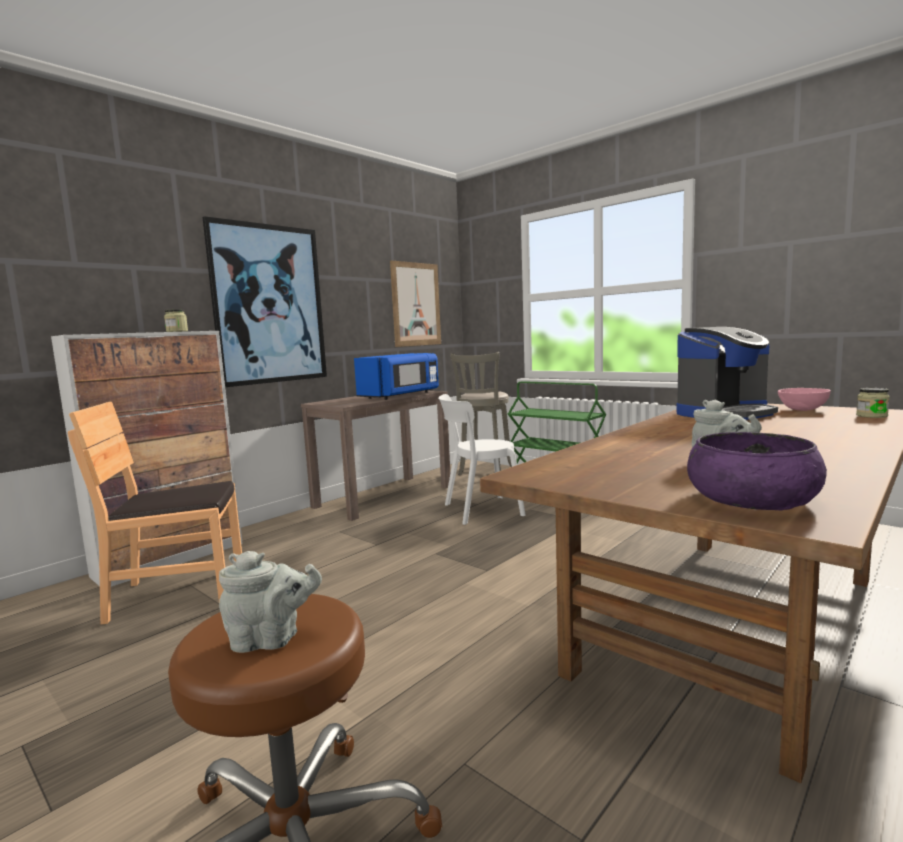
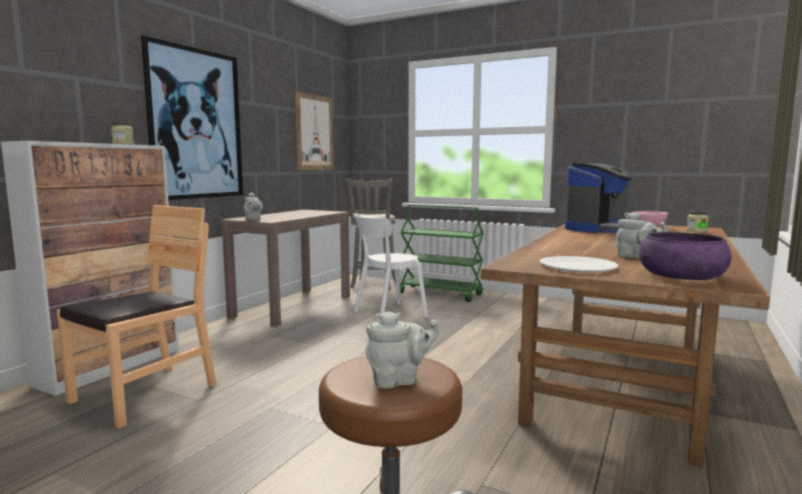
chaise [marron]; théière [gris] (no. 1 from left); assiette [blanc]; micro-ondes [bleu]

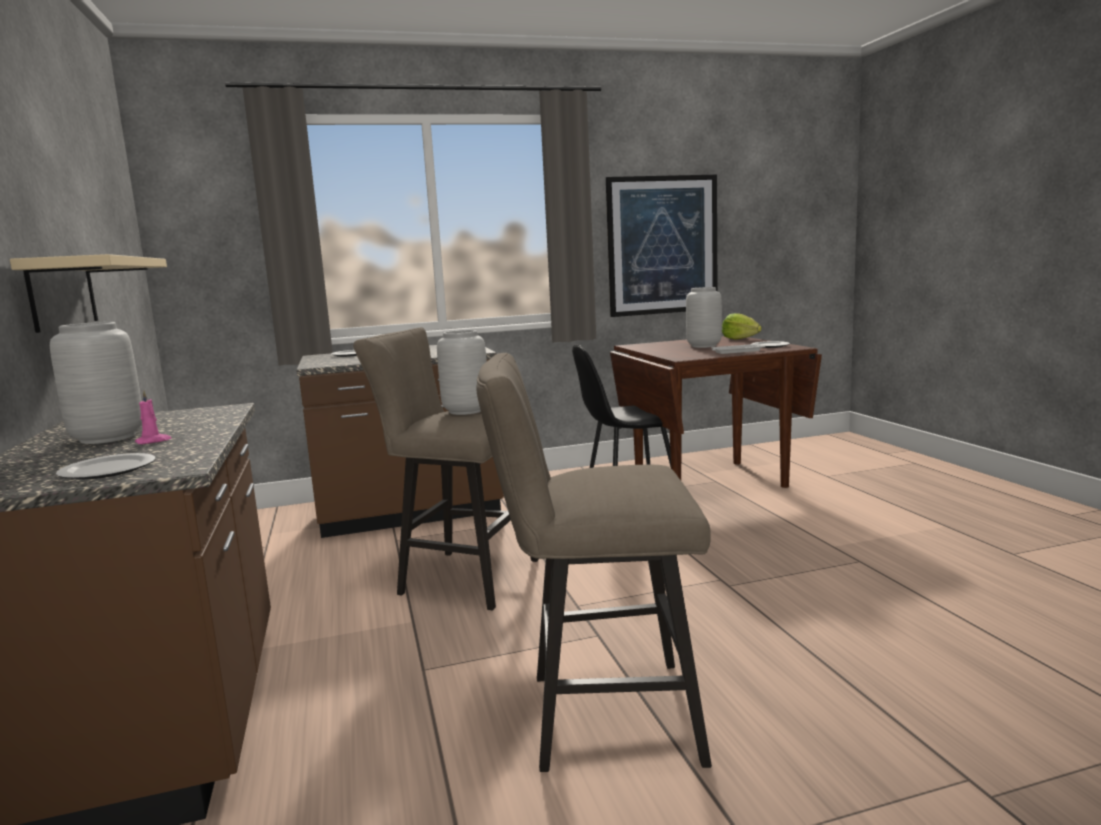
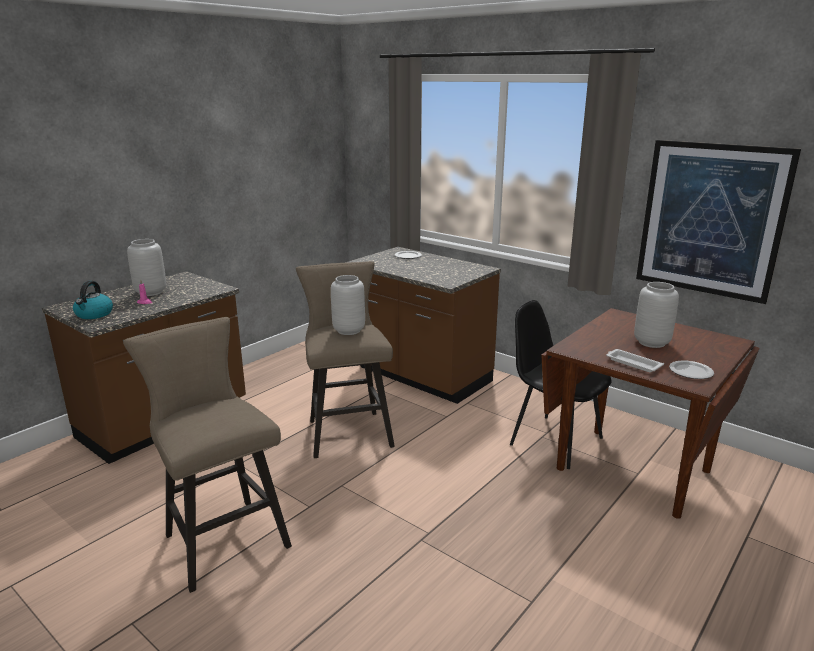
bouilloire; étagère [beige]; laitue

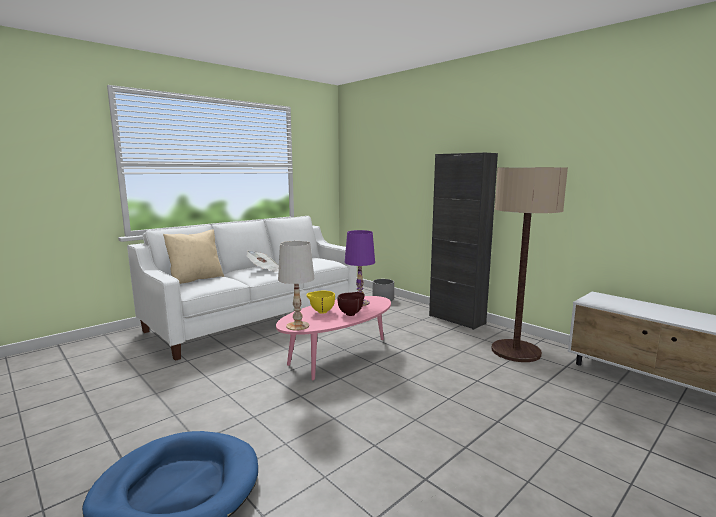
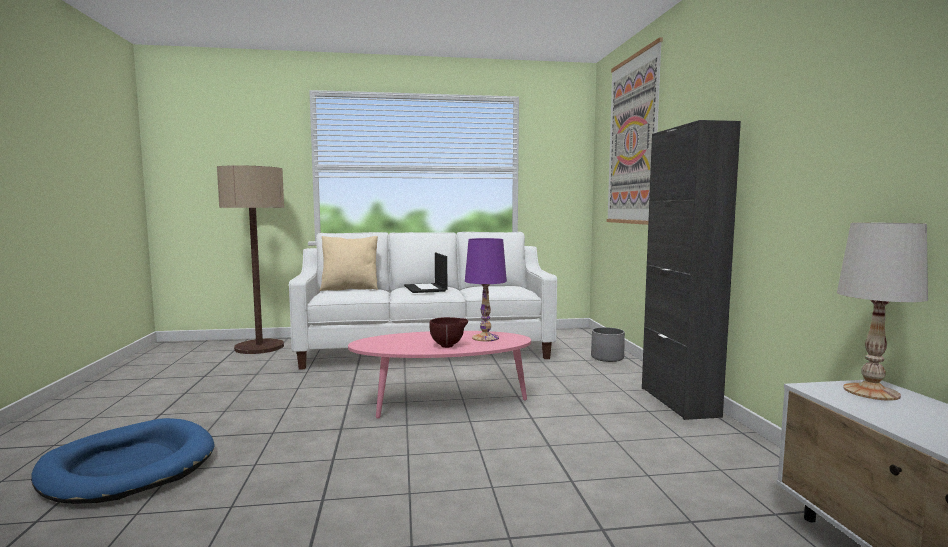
lampadaire; ordinateur portable; tableau; lampe de table [blanc]; bol [jaune]

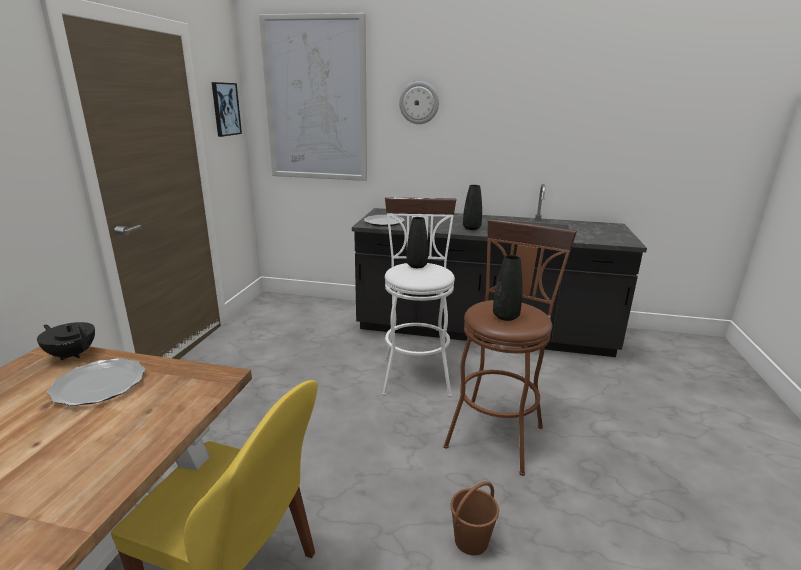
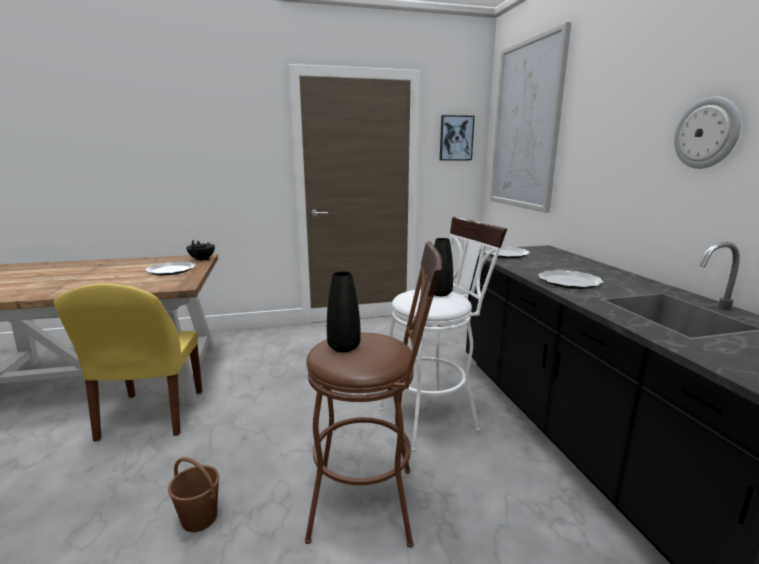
assiette (no. 3 from left); horloge murale

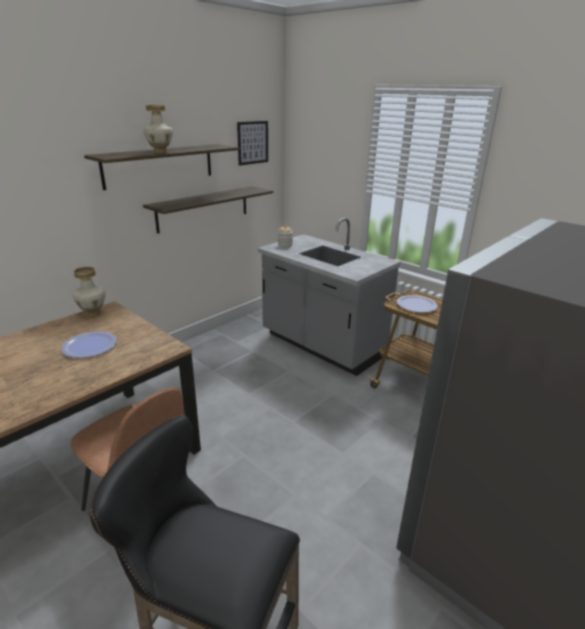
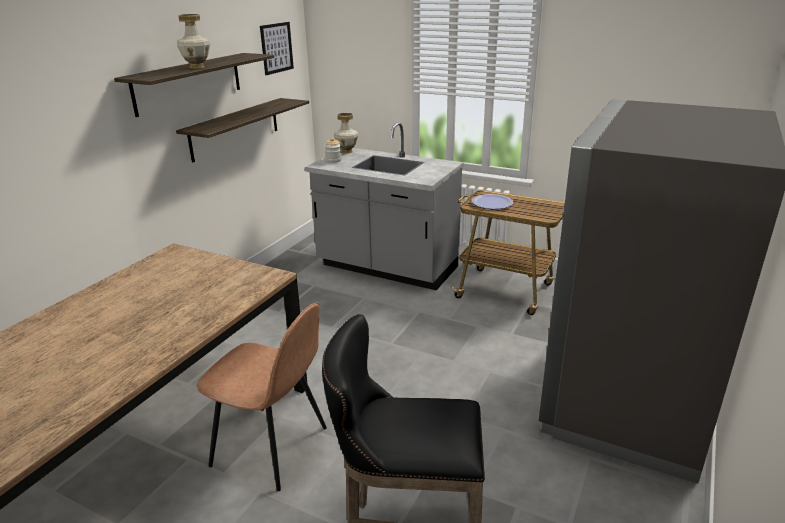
vase (no. 2 from left); assiette (no. 1 from left in the first image)

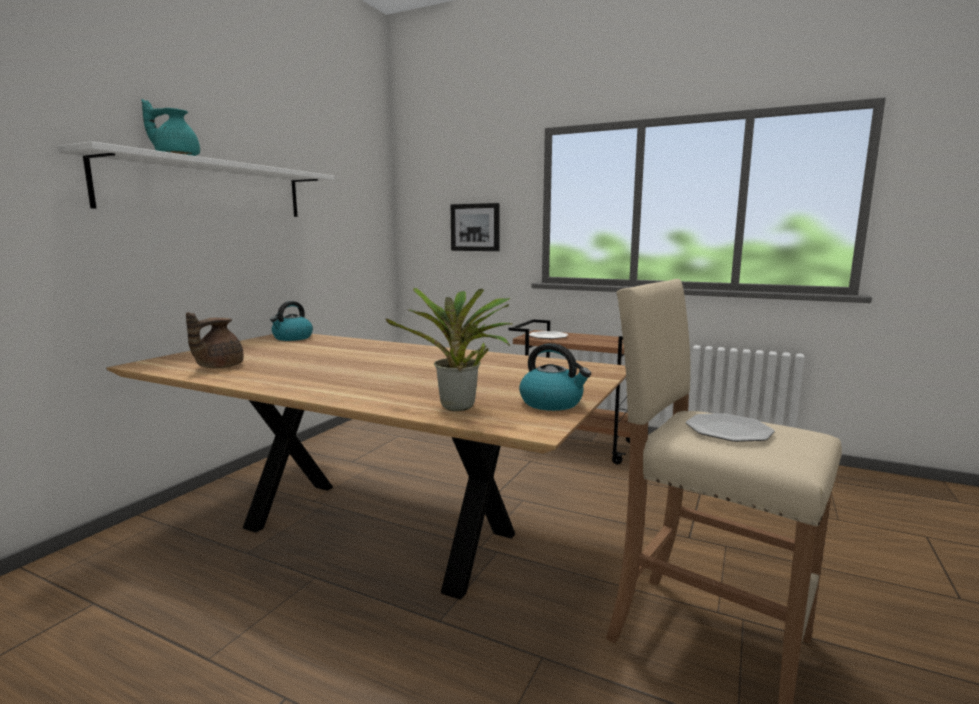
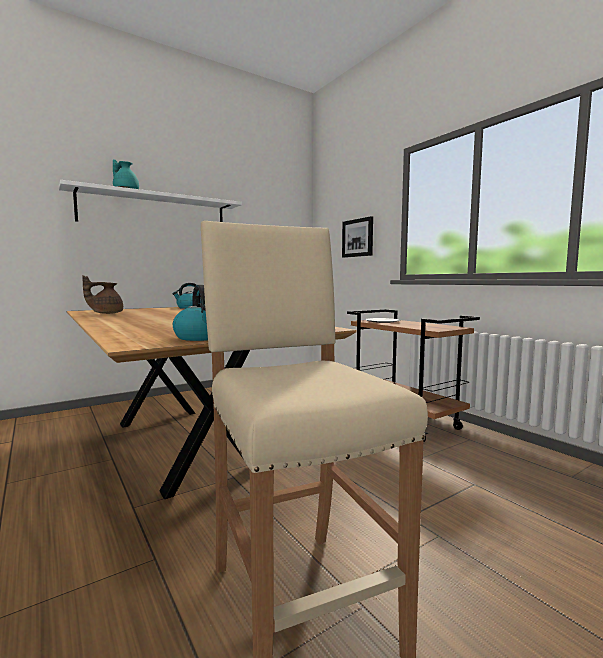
plante en pot; assiette (no. 2 from left in the first image)

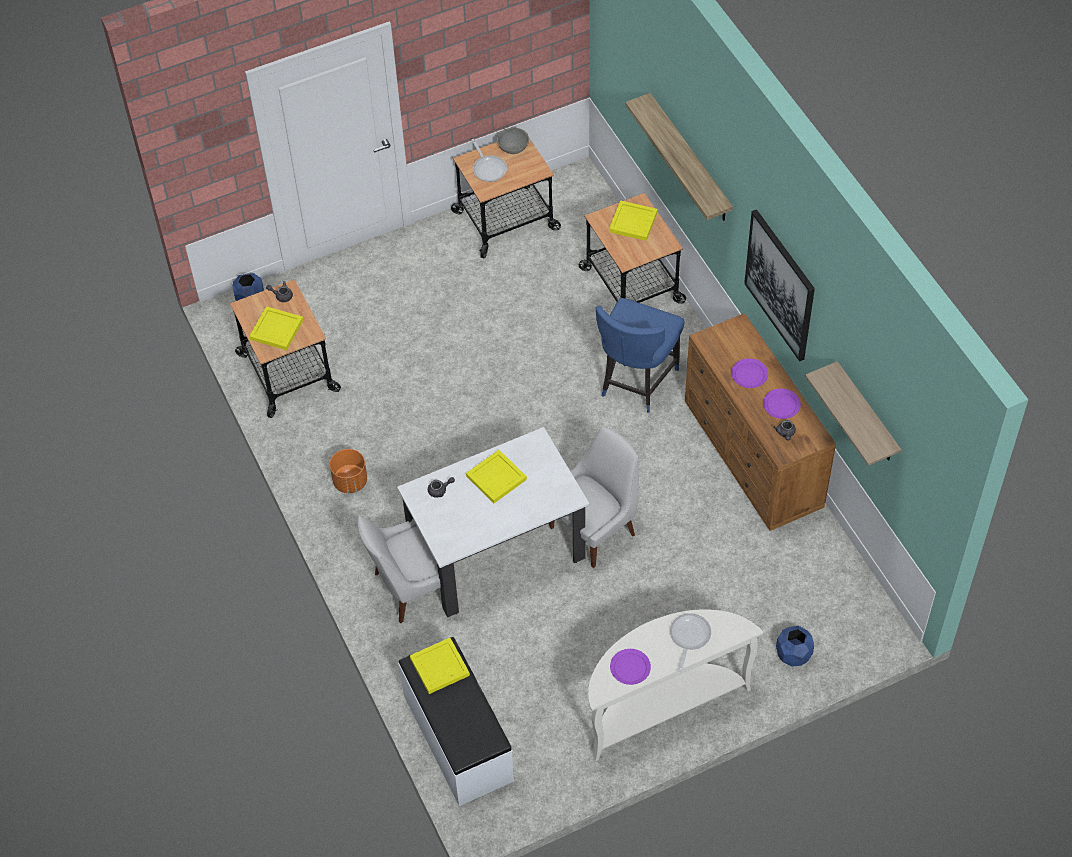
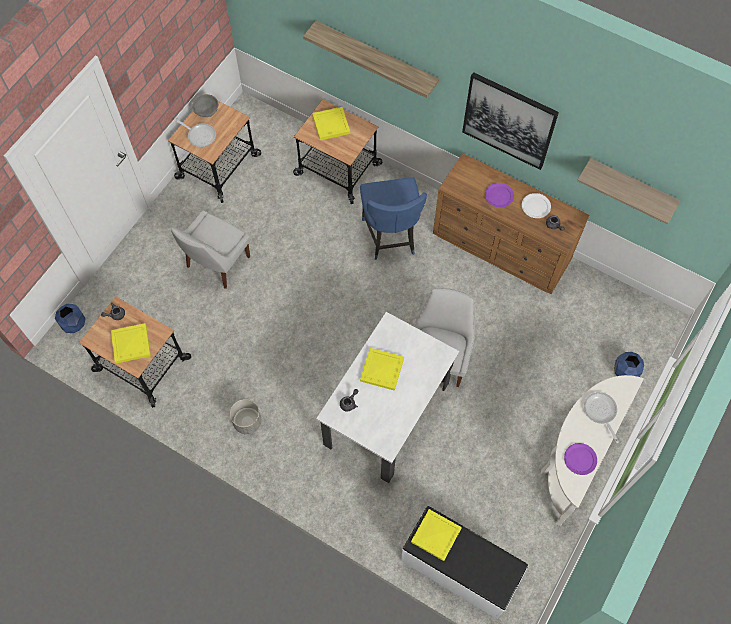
chaise [blanc] (no. 1 from left); cache-pot [gris]; assiette [blanc]

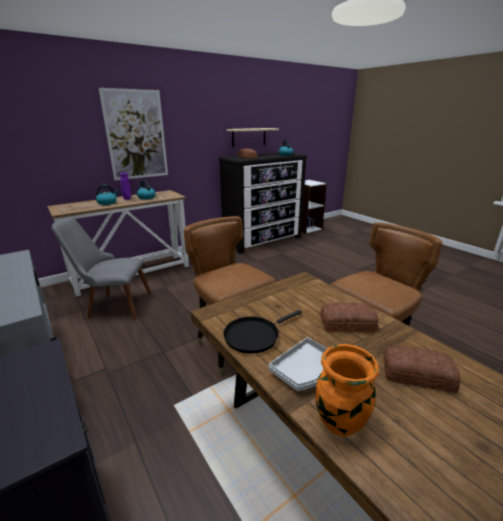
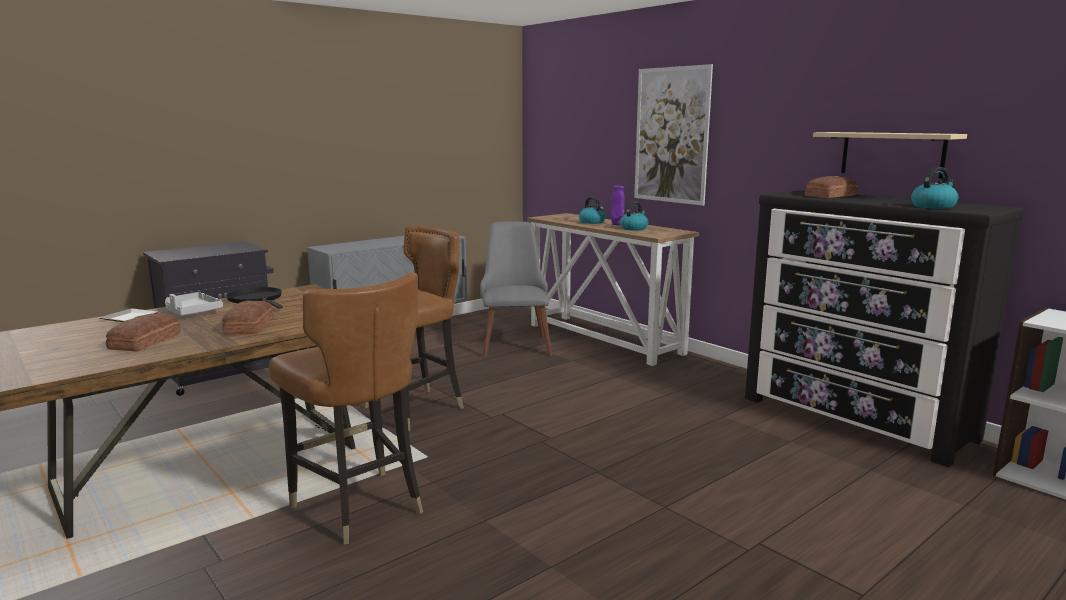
assiette

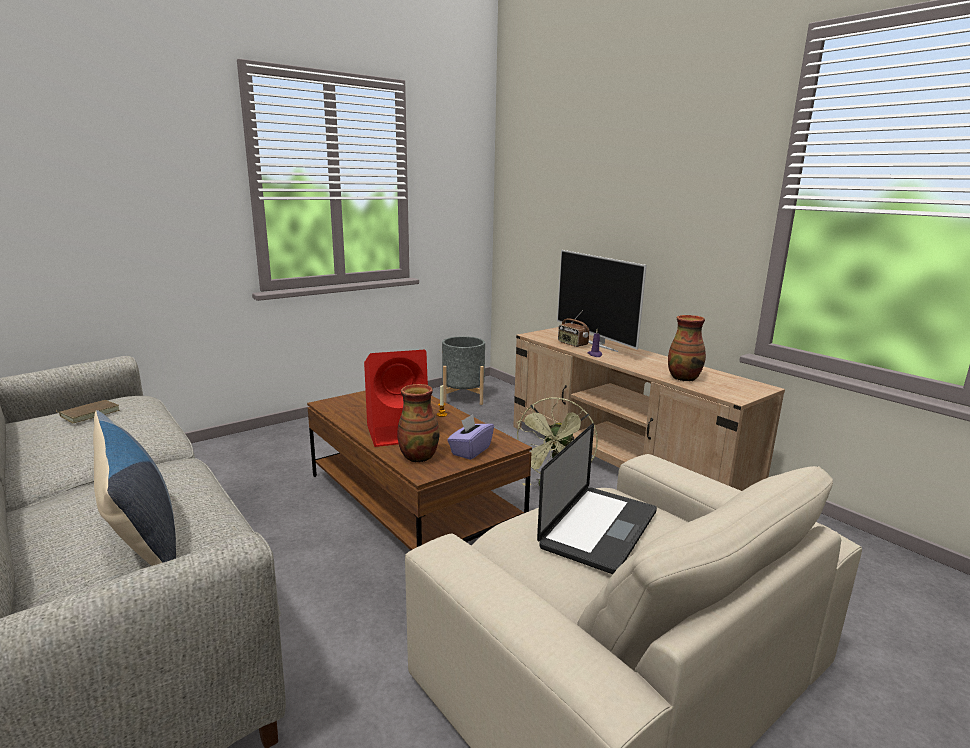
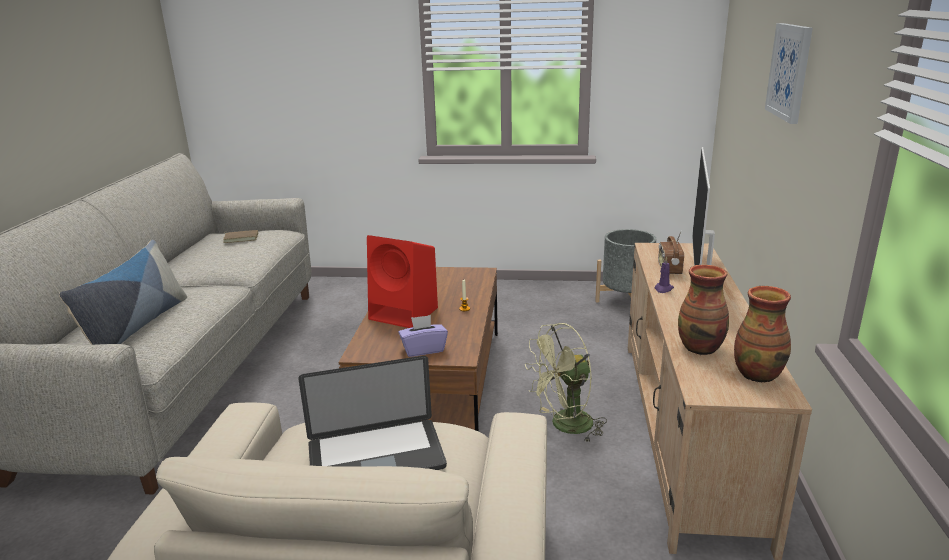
vase (no. 2 from left); tableau

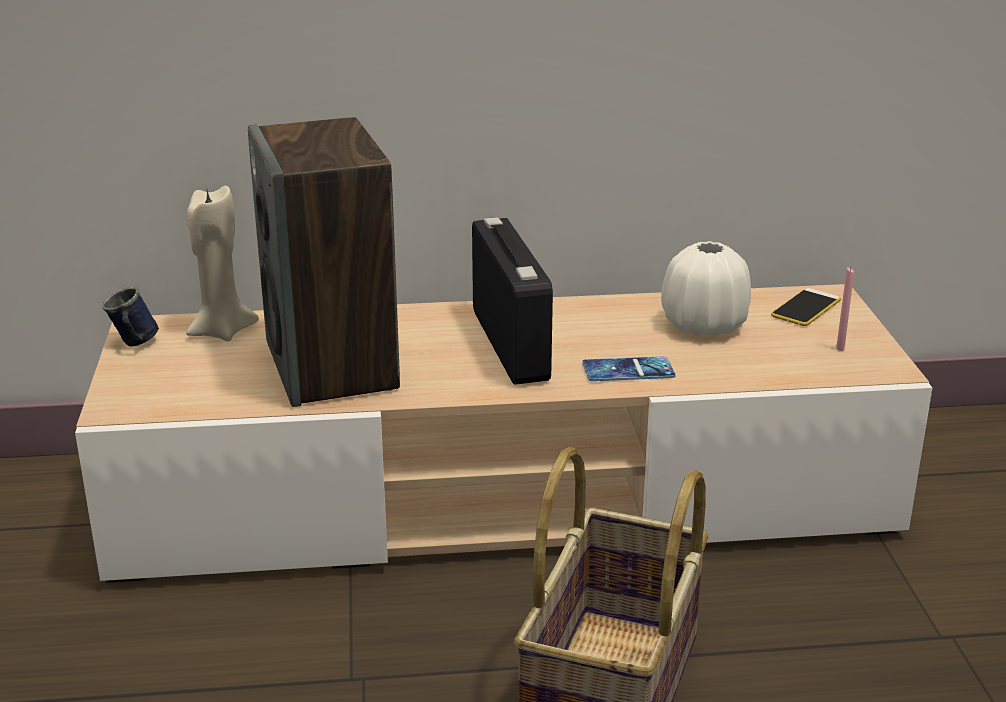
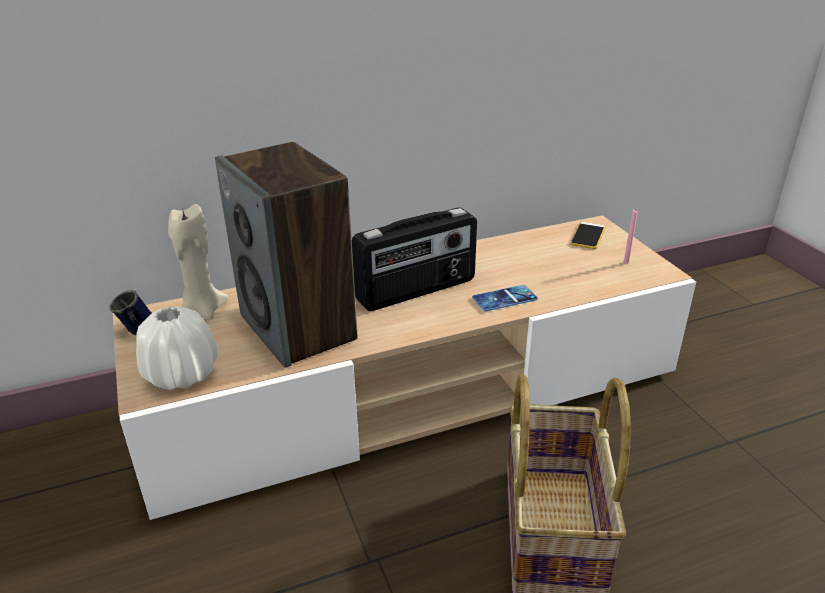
vase [blanc]; radio

